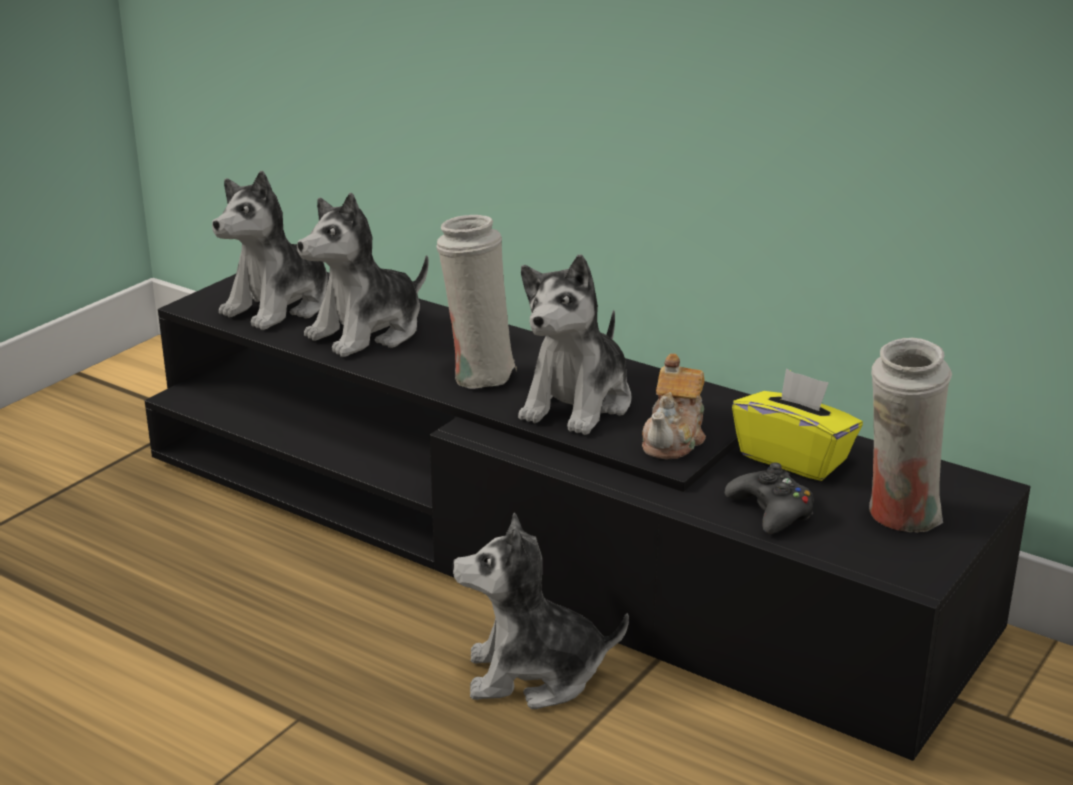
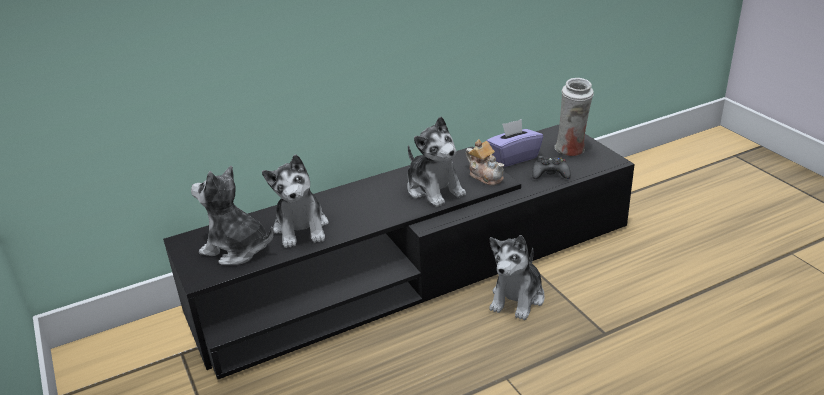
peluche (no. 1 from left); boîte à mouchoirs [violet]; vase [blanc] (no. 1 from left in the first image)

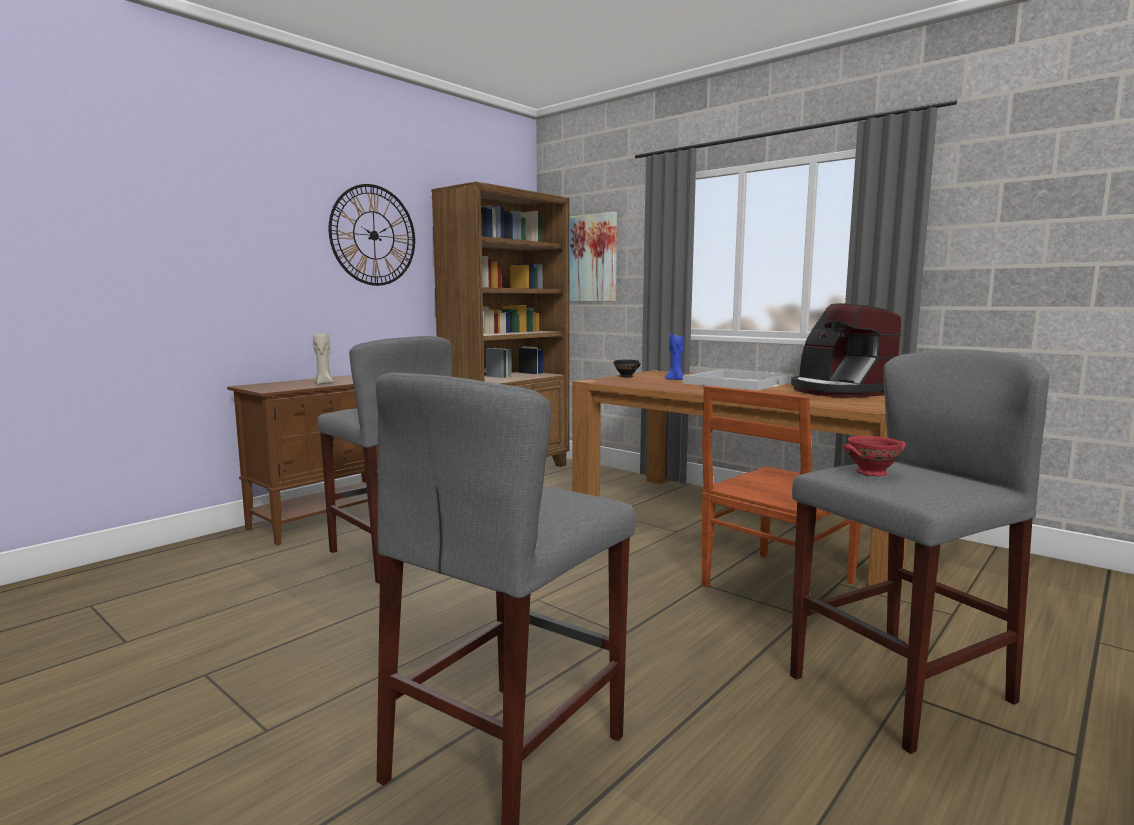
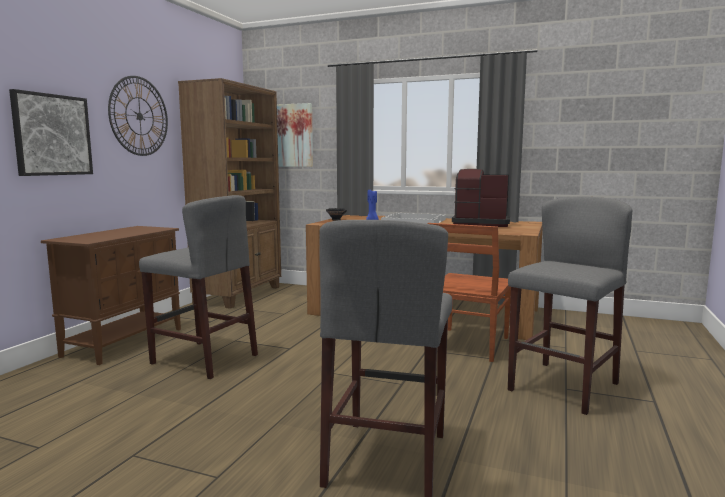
tableau (no. 1 from left); machine à café; bougie [beige]; bol [rouge]

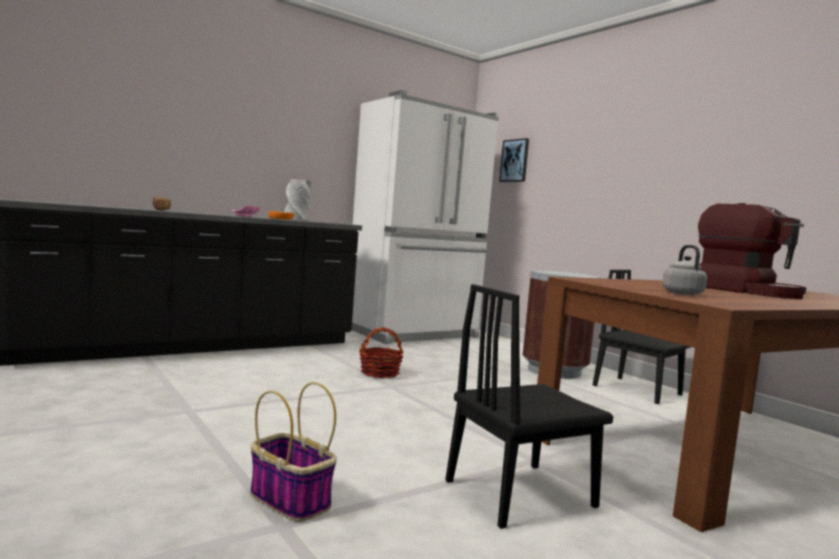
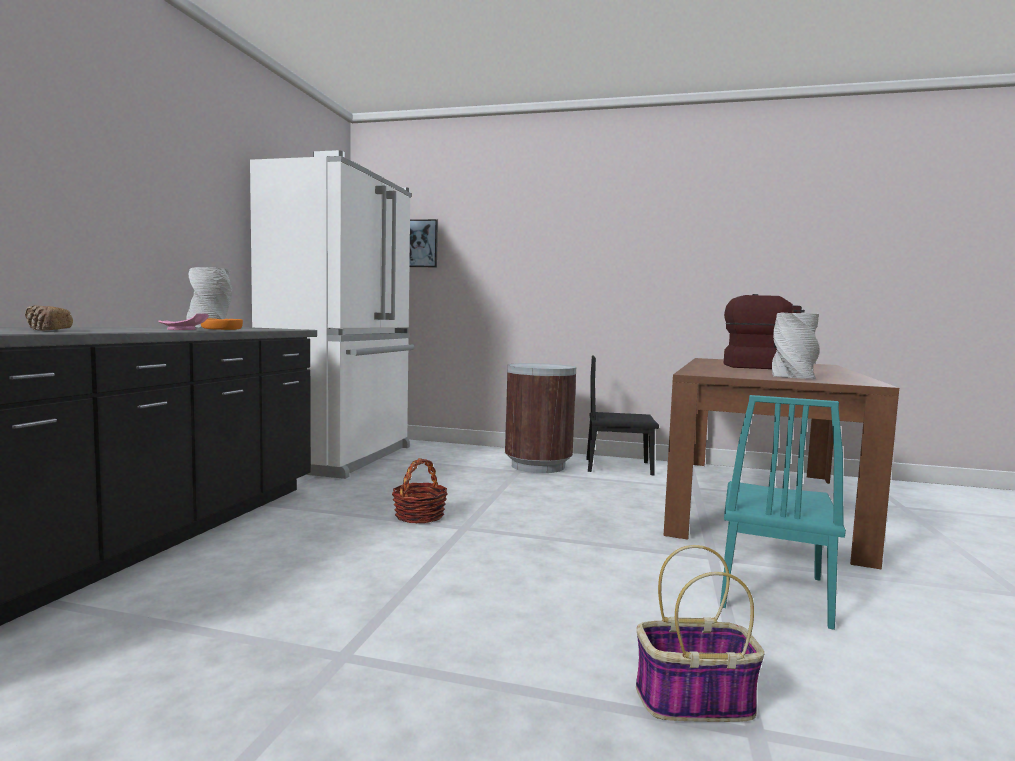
chaise [turquoise]; vase [gris] (no. 2 from left)

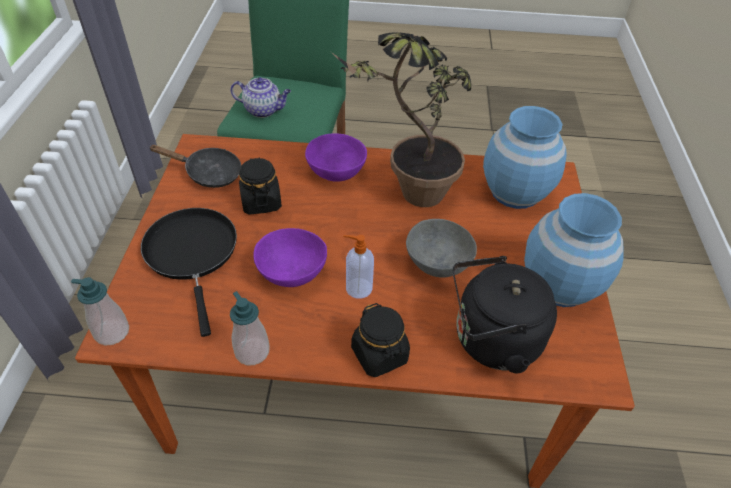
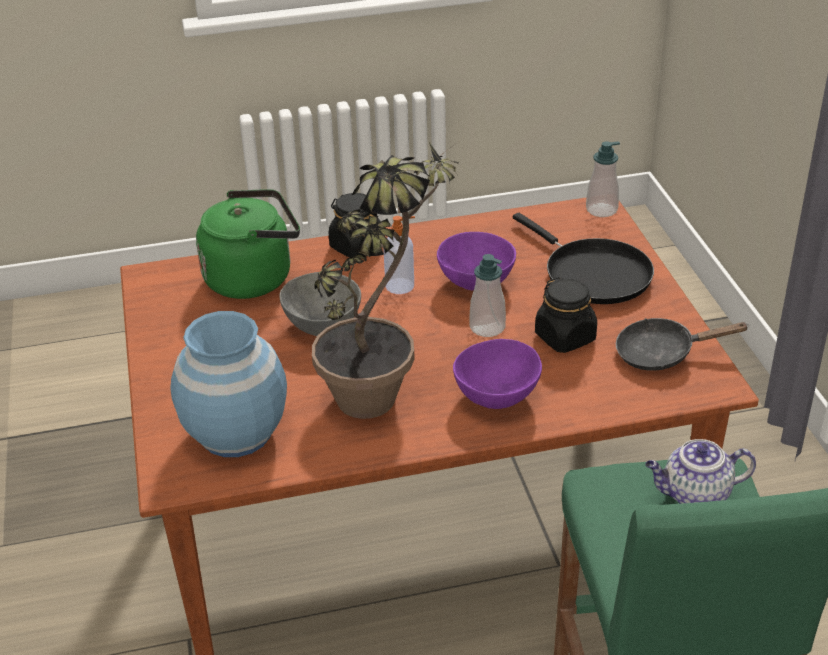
bouilloire [vert]; distributeur de savon (no. 2 from left); vase [bleu] (no. 2 from left in the first image)

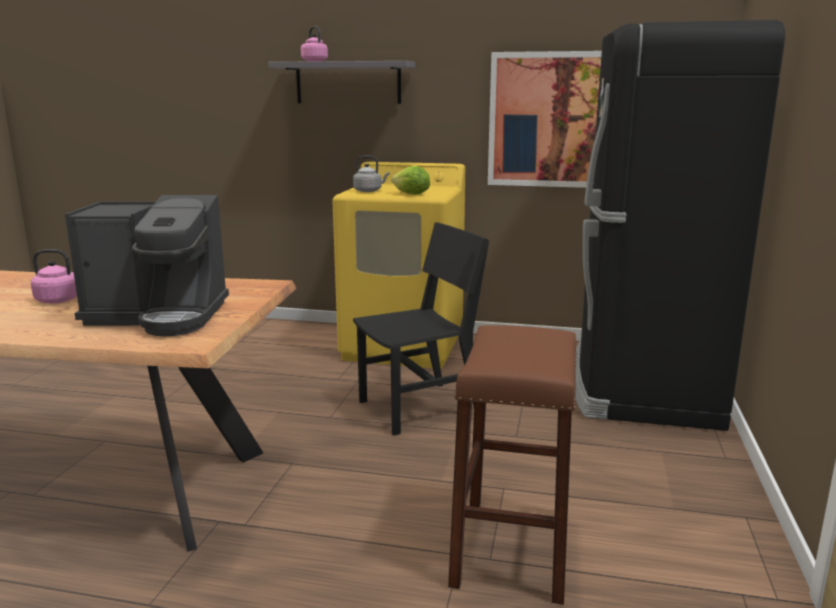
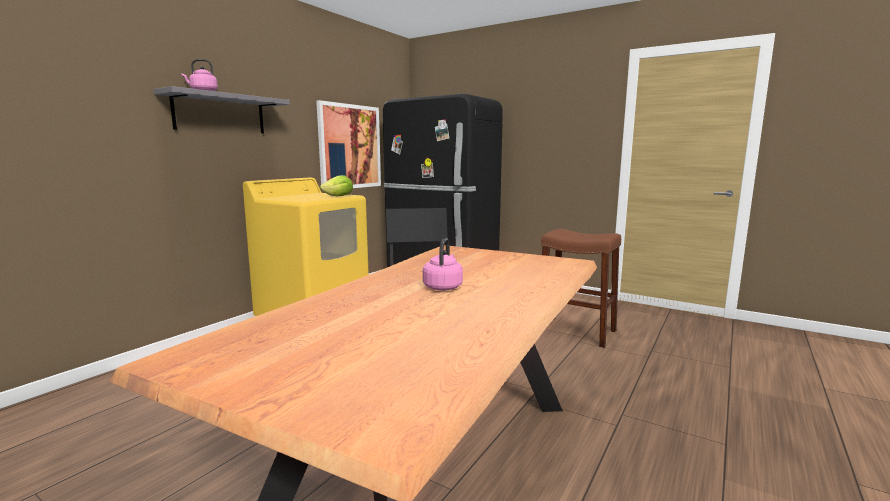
machine à café; bouilloire [gris]

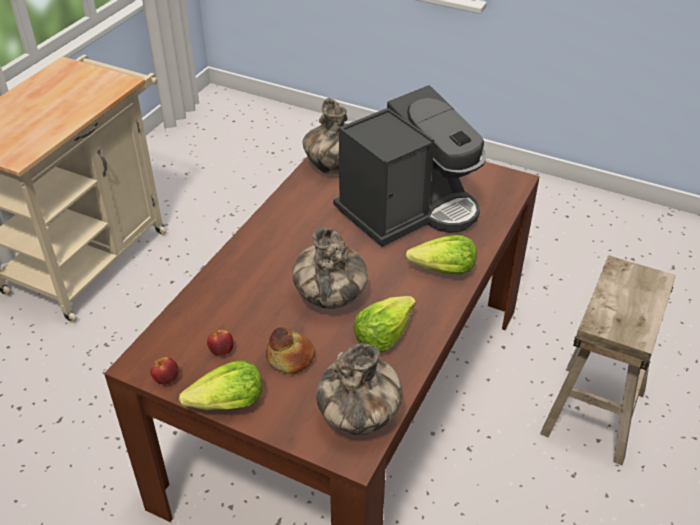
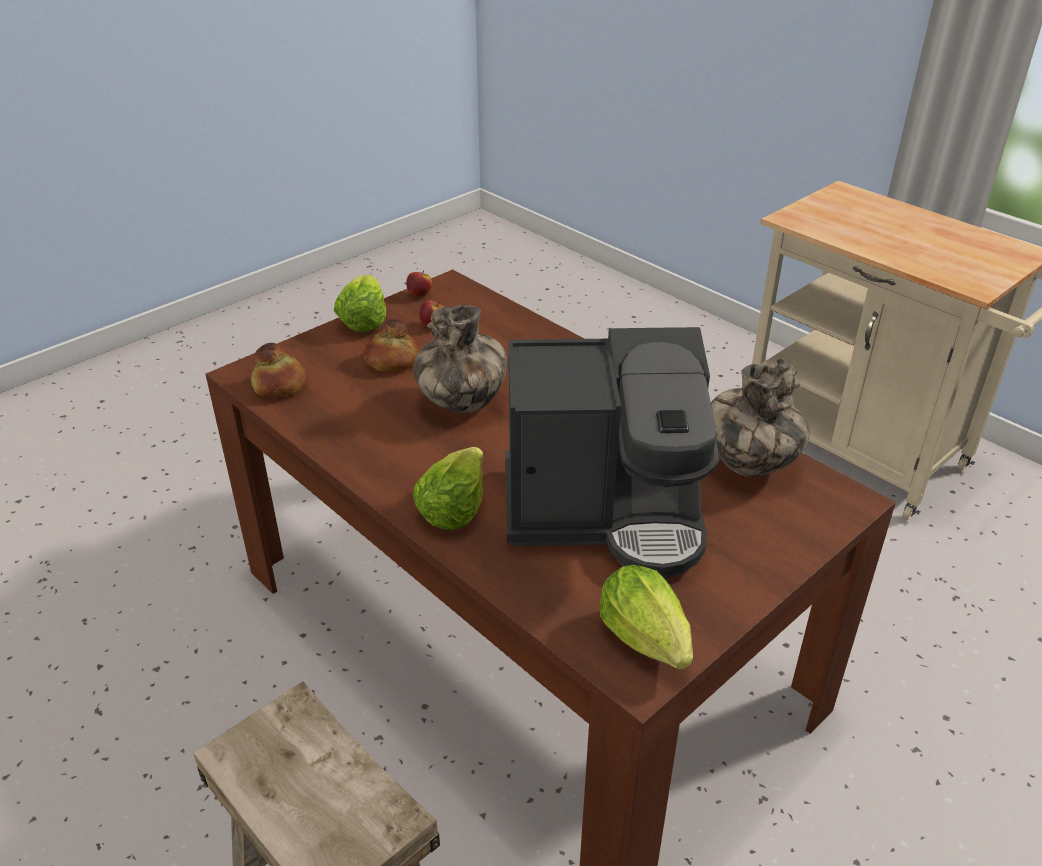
pain (no. 1 from left); machine à café; laitue (no. 3 from left)

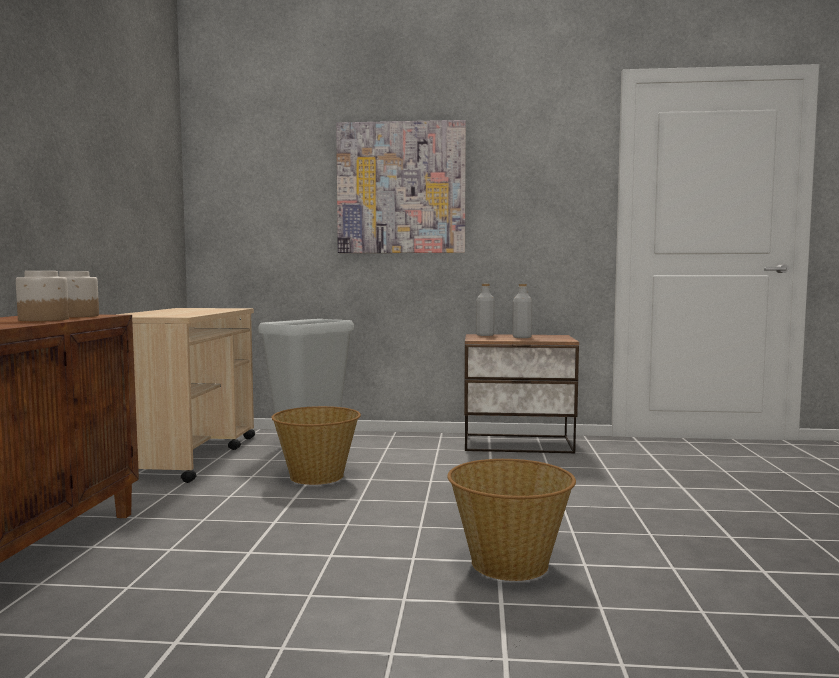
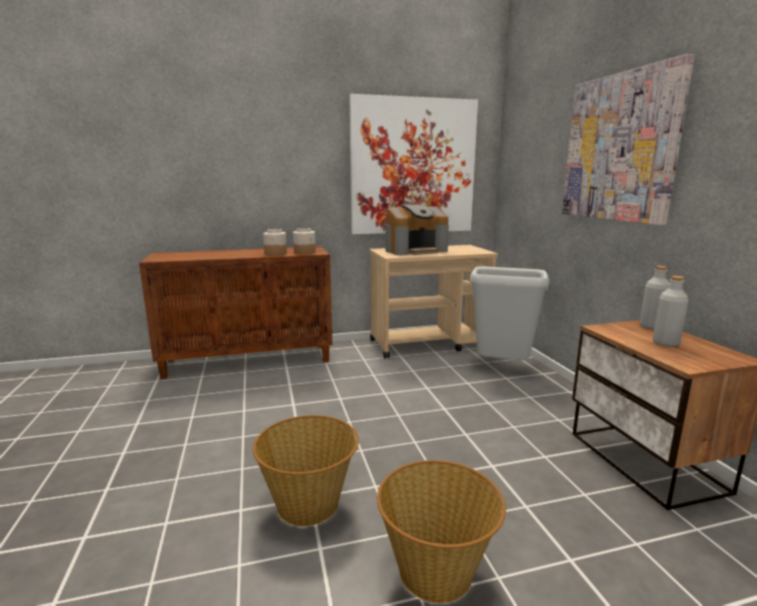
tableau (no. 1 from left); panier (no. 2 from left); machine à café

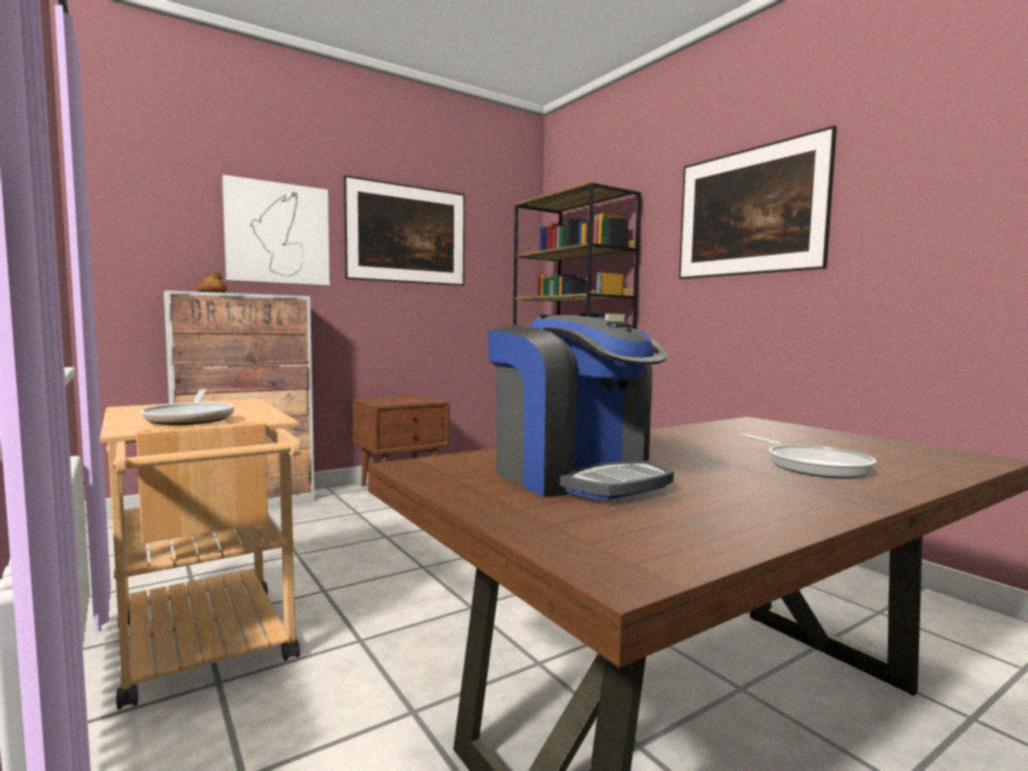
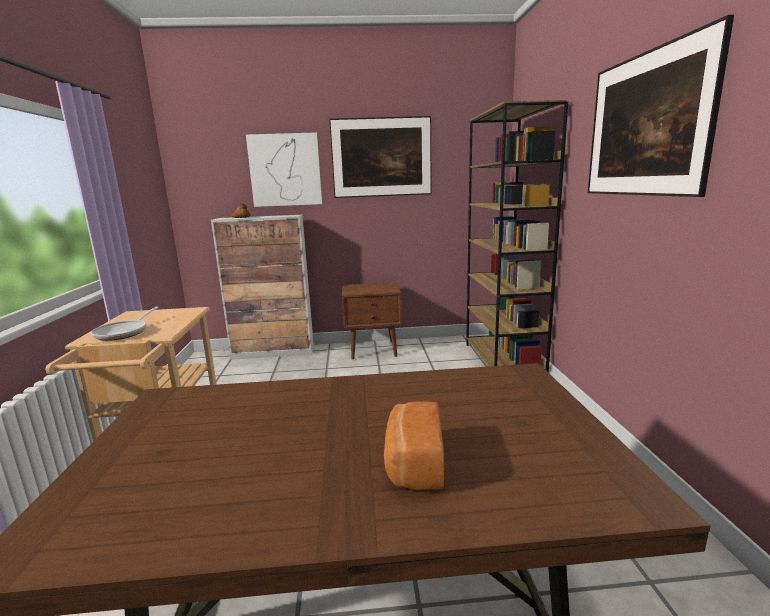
pain (no. 2 from left); machine à café

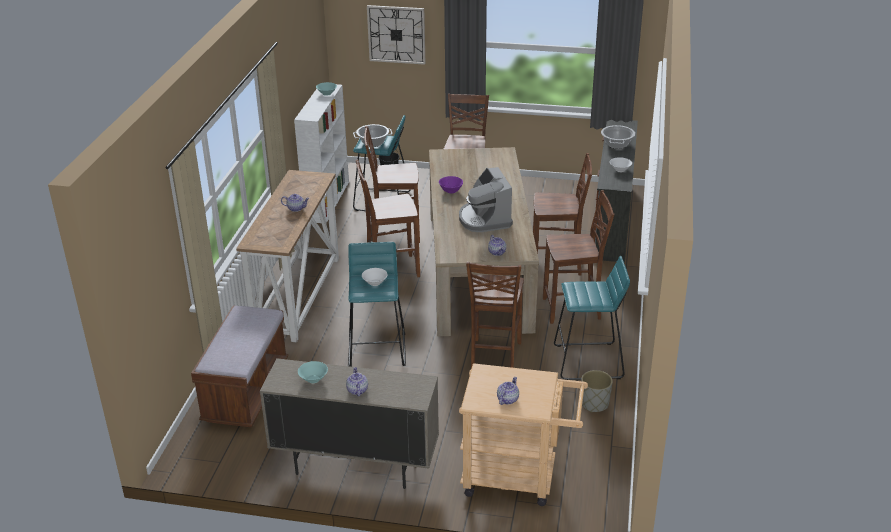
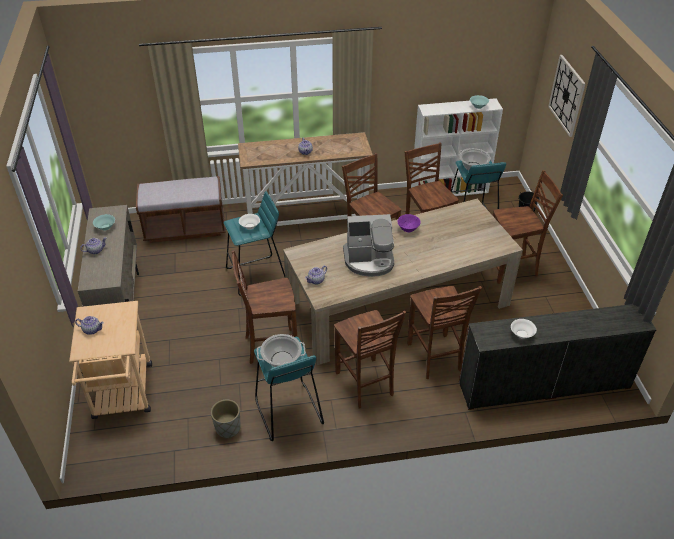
marmite (no. 1 from left); machine à café

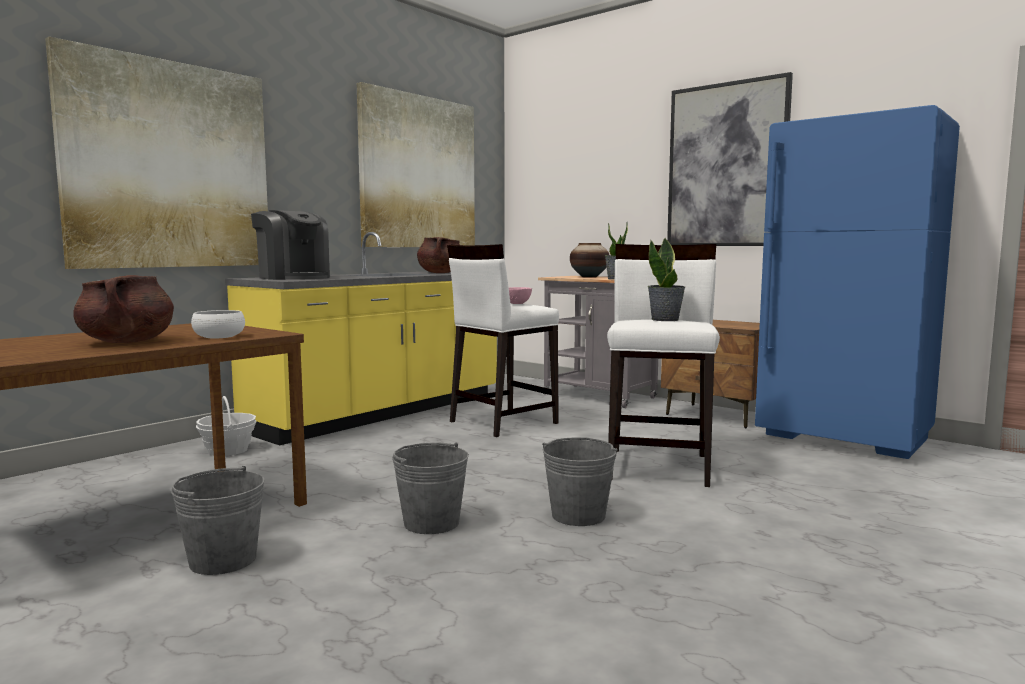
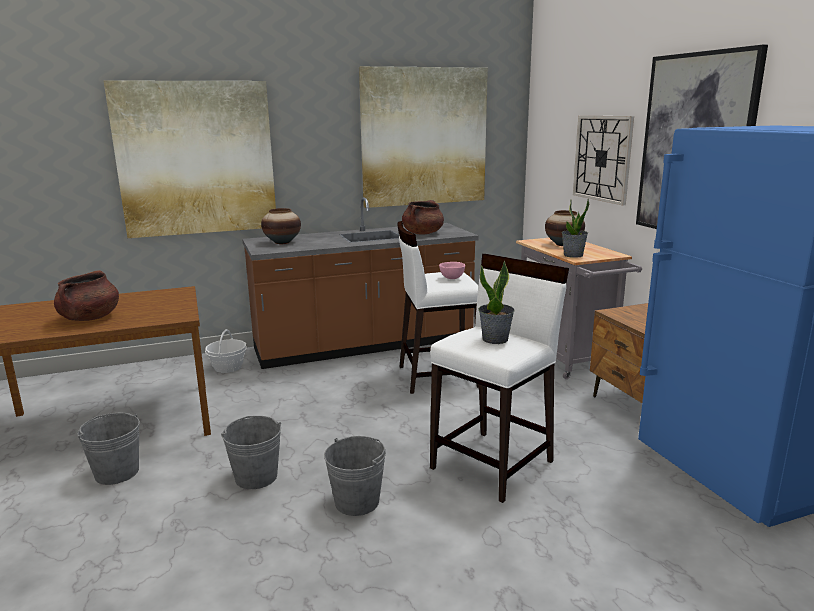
comptoir de cuisine [marron]; vase (no. 1 from left); horloge murale; bol [blanc]

